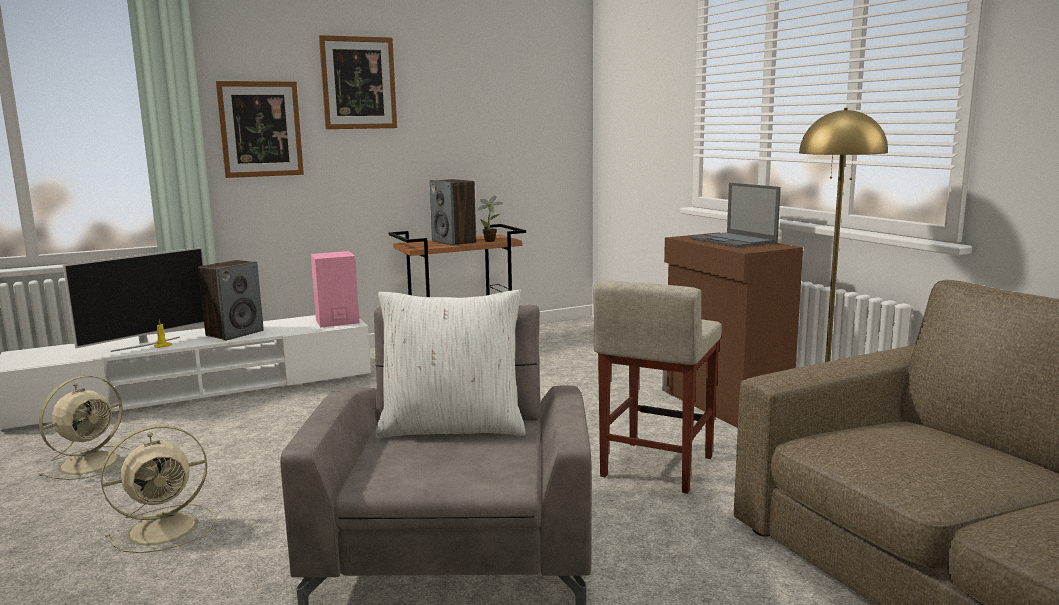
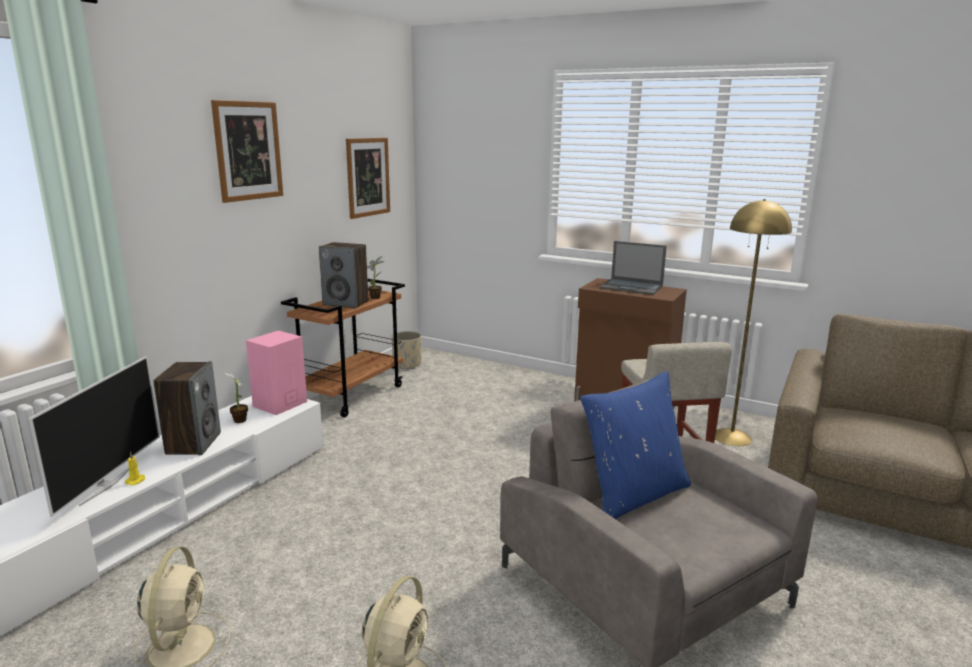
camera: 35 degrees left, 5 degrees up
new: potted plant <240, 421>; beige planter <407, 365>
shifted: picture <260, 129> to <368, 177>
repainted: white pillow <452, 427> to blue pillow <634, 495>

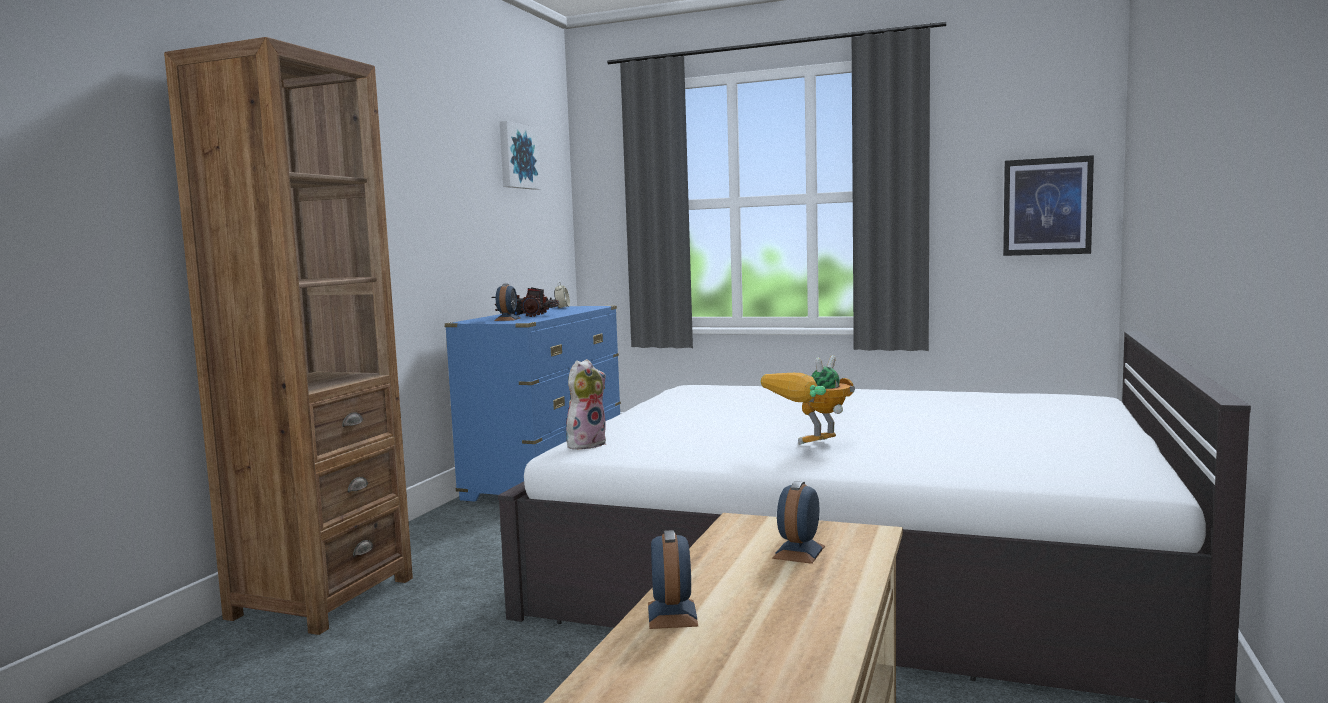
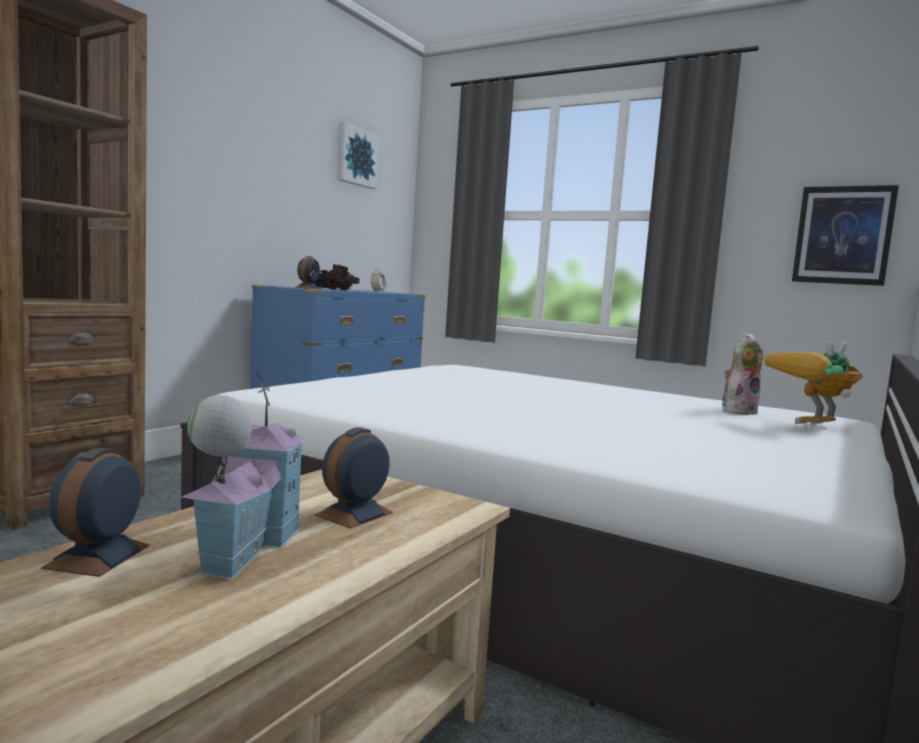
camera: 10 degrees right, 0 degrees up
new: toy house <243, 546>
shifted: plush toy <586, 444> to <738, 411>; toy robot <812, 448> to <811, 428>

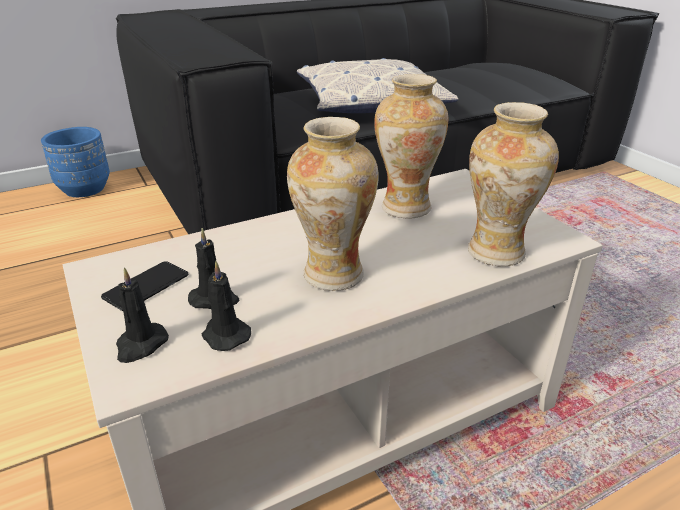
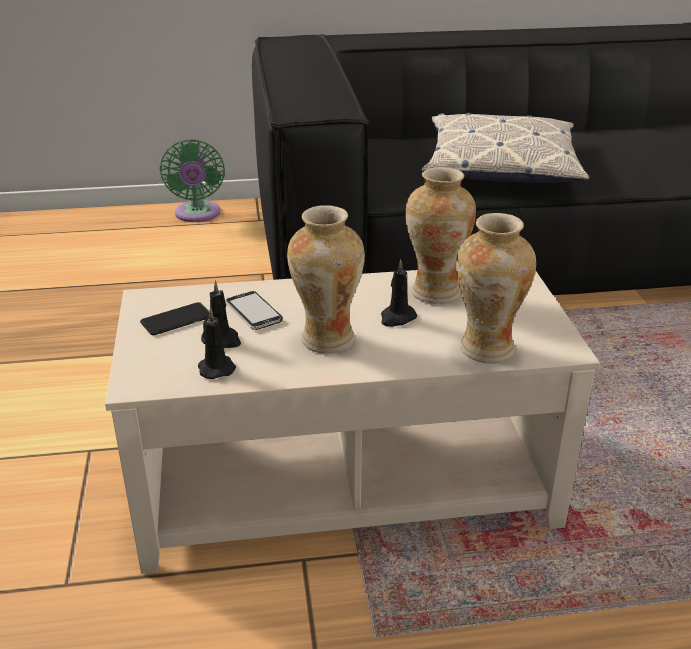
camera: 20 degrees right, 0 degrees up
new: phone <253, 312>
shifted: black candle <140, 345> to <397, 318>
swapped: blue planter <85, 189> to green fan <197, 215>

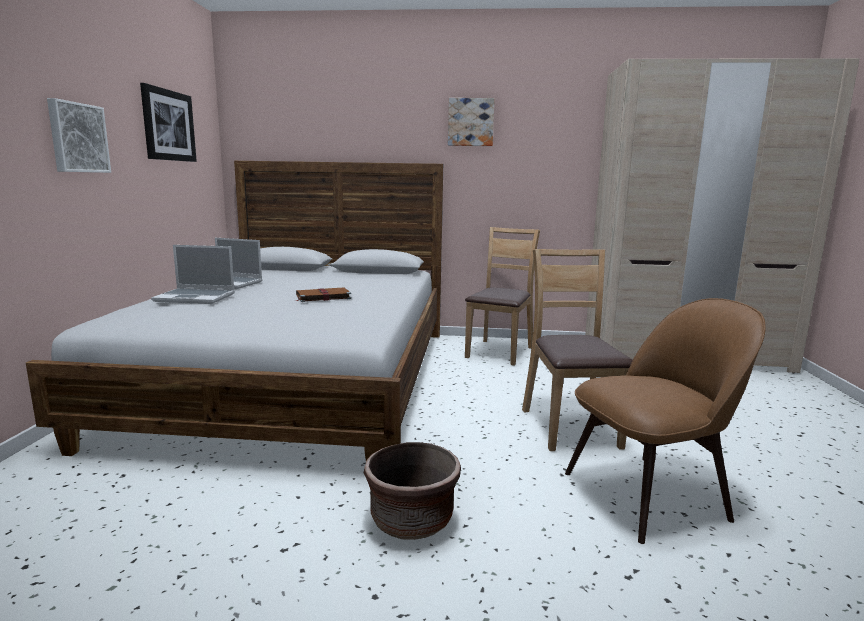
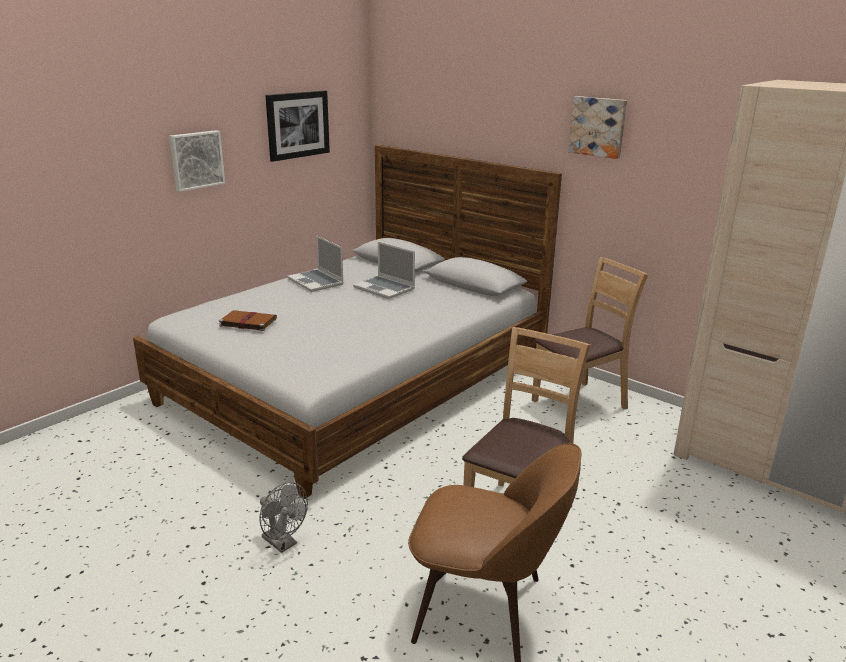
camera: 35 degrees right, 10 degrees up
shifted: laptop <196, 298> to <385, 288>; brown book <322, 297> to <247, 322>
swapped: brown planter <411, 520> to grey fan <283, 543>

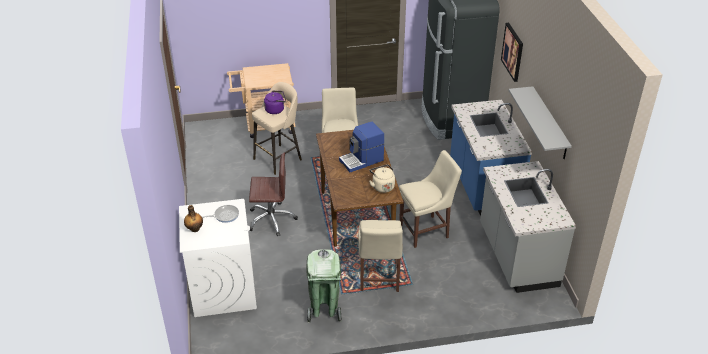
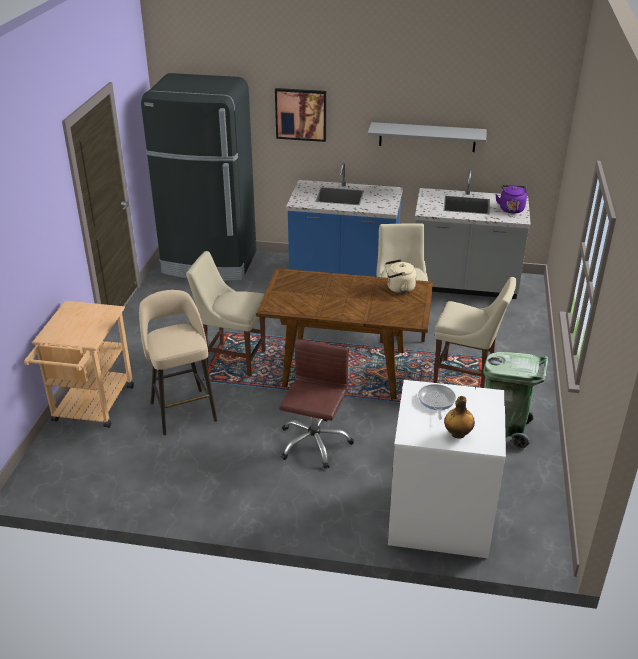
camera: 70 degrees left, 5 degrees down
gone: coffee machine <362, 160>
shifted: purple kettle <276, 110> to <511, 208>

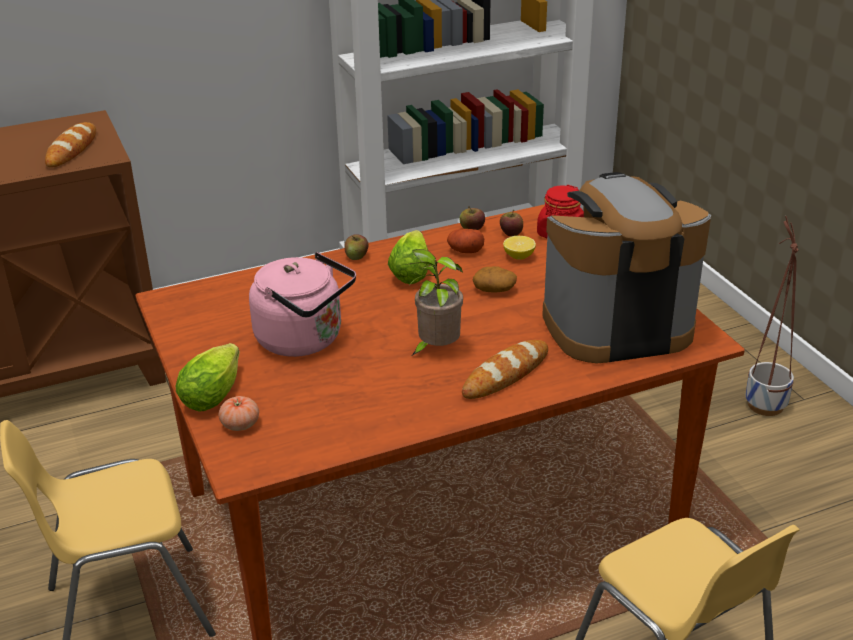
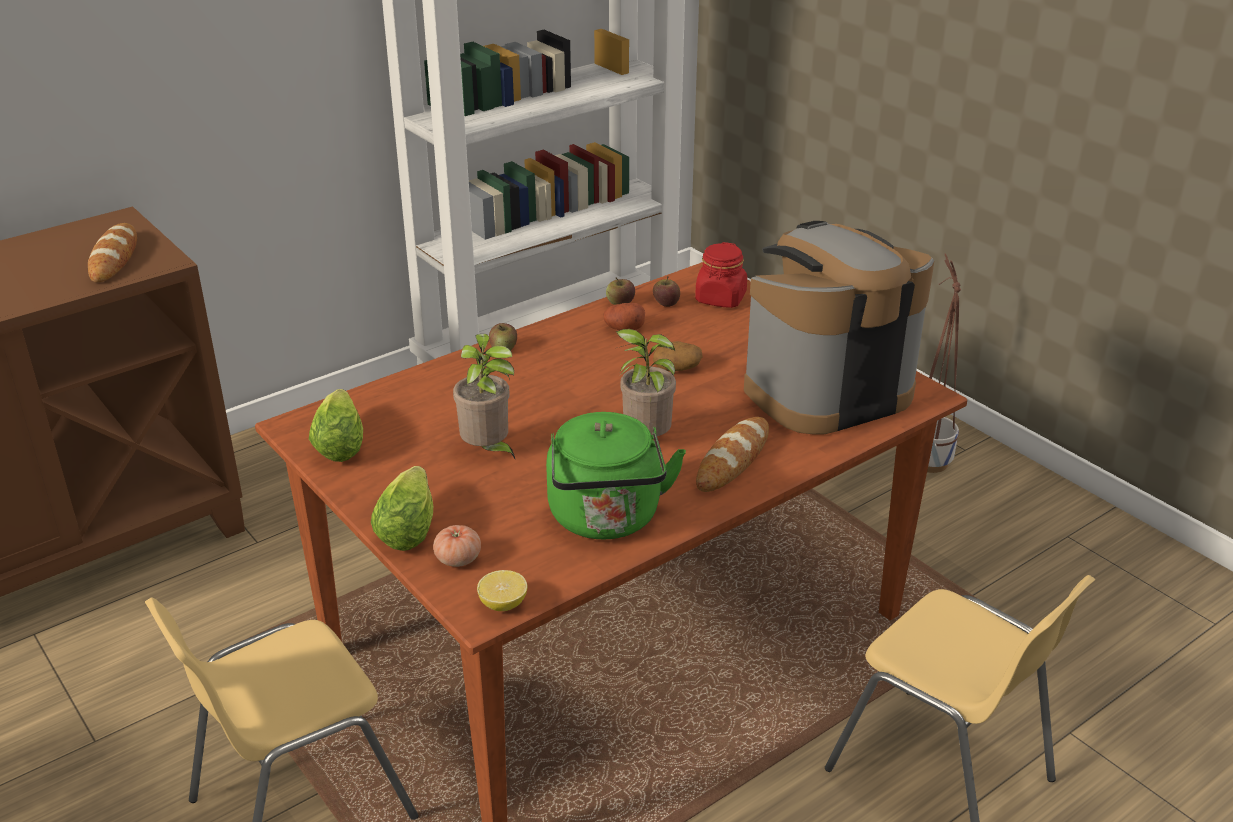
camera: 15 degrees left, 0 degrees up
new: green kettle <606, 519>
shifted: lettuce <412, 270> to <341, 441>; lemon <519, 256> to <503, 604>
swapped: pink kettle <304, 340> to potted plant <488, 451>

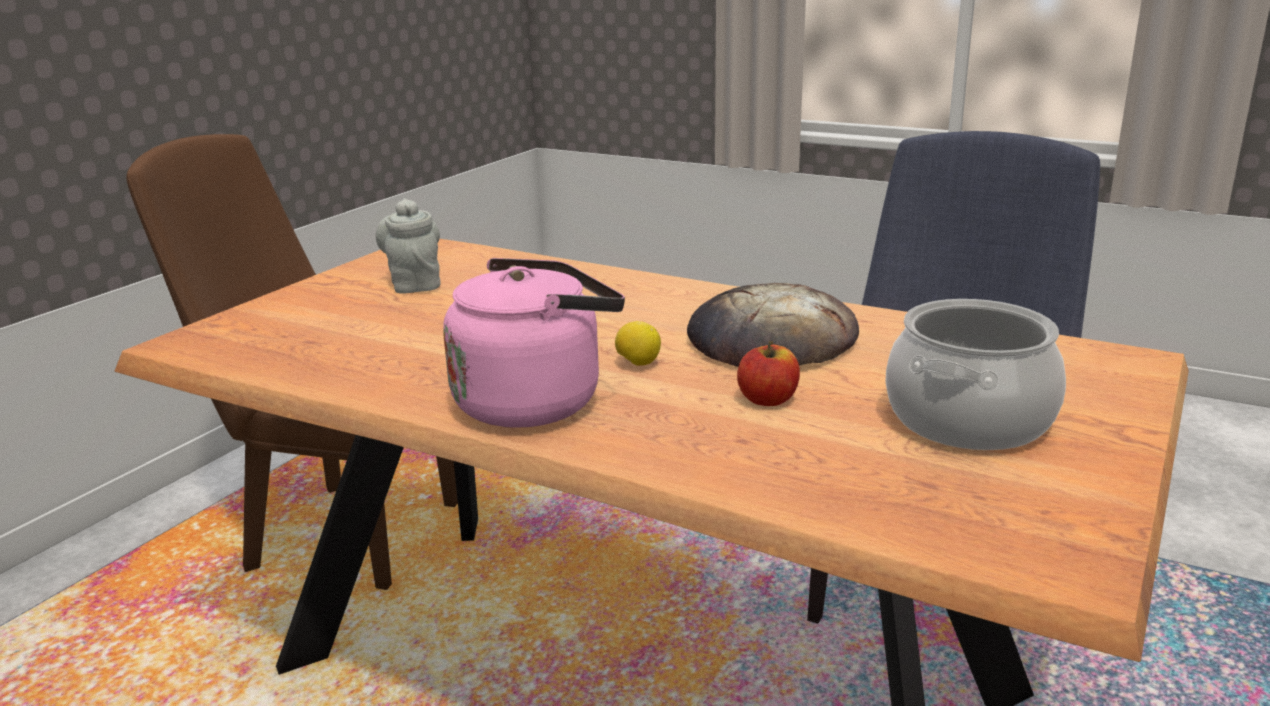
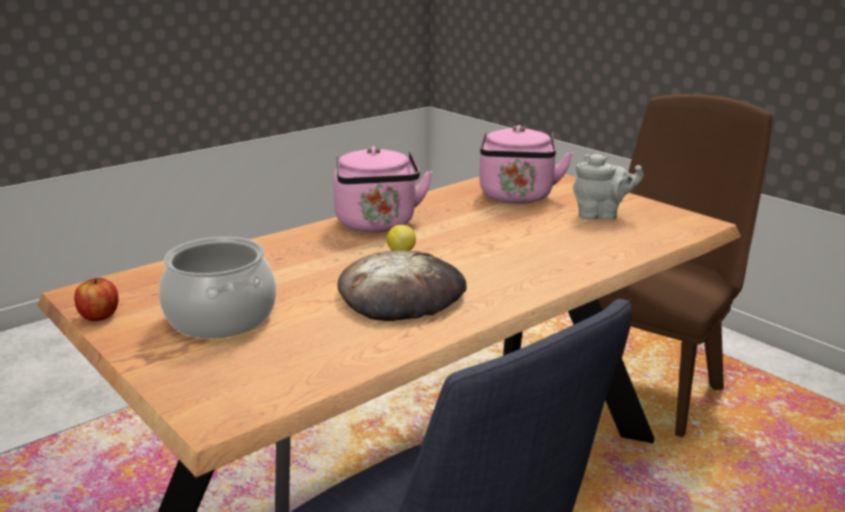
camera: 110 degrees right, 0 degrees up
new: pink kettle <517, 198>
shifted: apple <768, 400> to <99, 316>

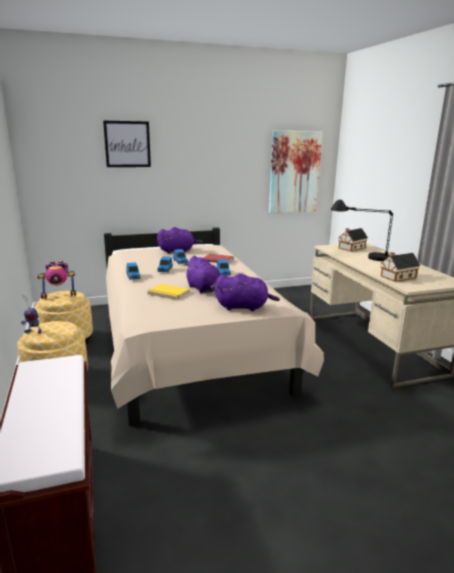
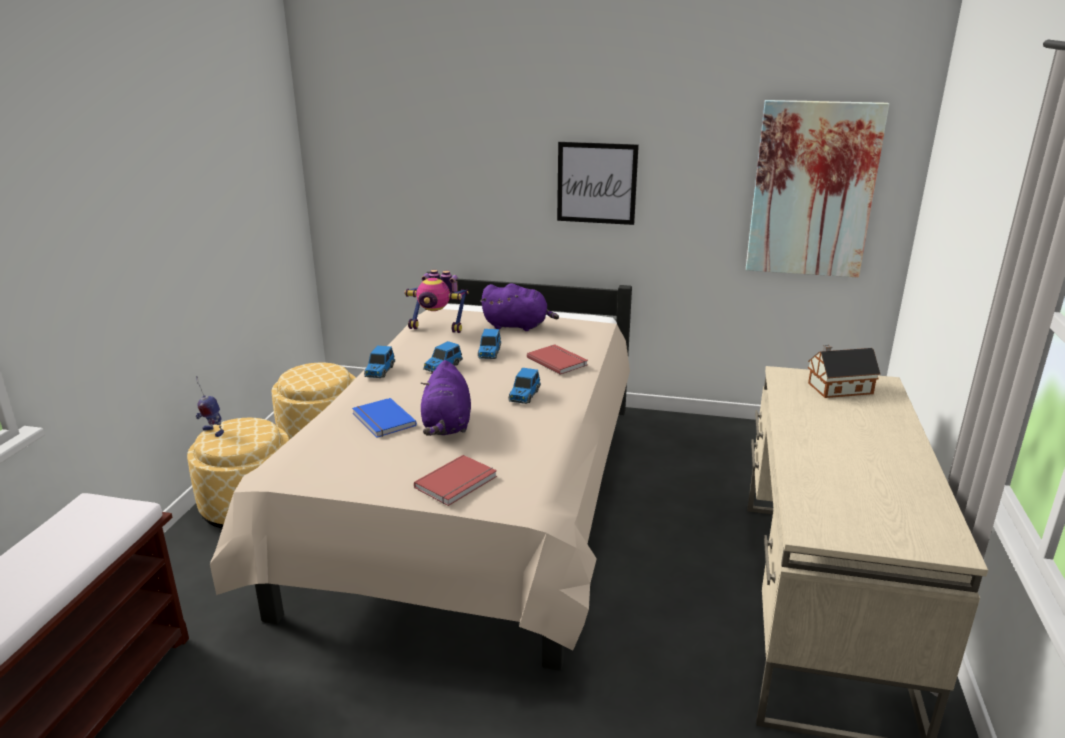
camera: 30 degrees right, 5 degrees up
gone: black table lamp <359, 256>; toy house <397, 277>
shifted: toy robot <59, 295> to <437, 327>; picture <127, 144> to <596, 183>
swapped: purple plush toy <244, 307> to red book <458, 483>
repainted: yellow book <168, 293> to blue book <382, 420>

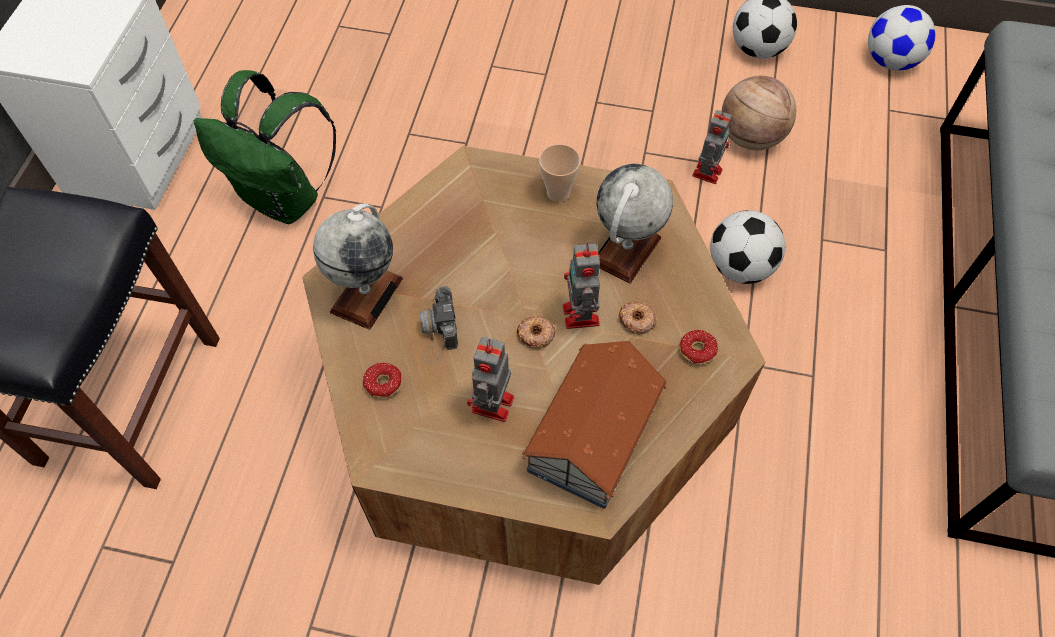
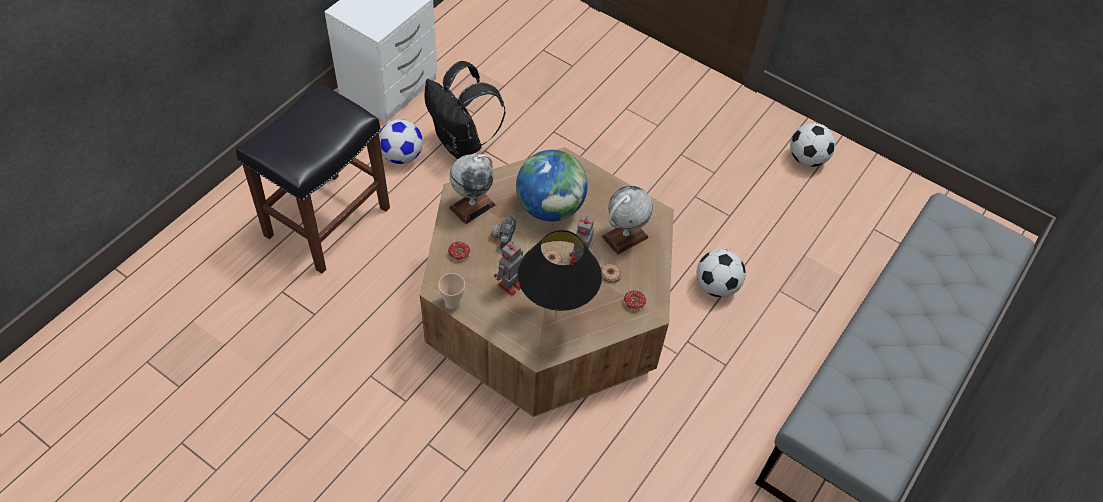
camera: 20 degrees right, 5 degrees down
gone: toy robot <707, 171>; basketball <750, 137>
new: globe <550, 207>
shifted: cup <558, 193> to <452, 303>; football <891, 61> to <402, 156>
swapped: toy house <595, 434> to black table lamp <555, 321>
repainted: green backpack <285, 199> to black backpack <462, 143>

